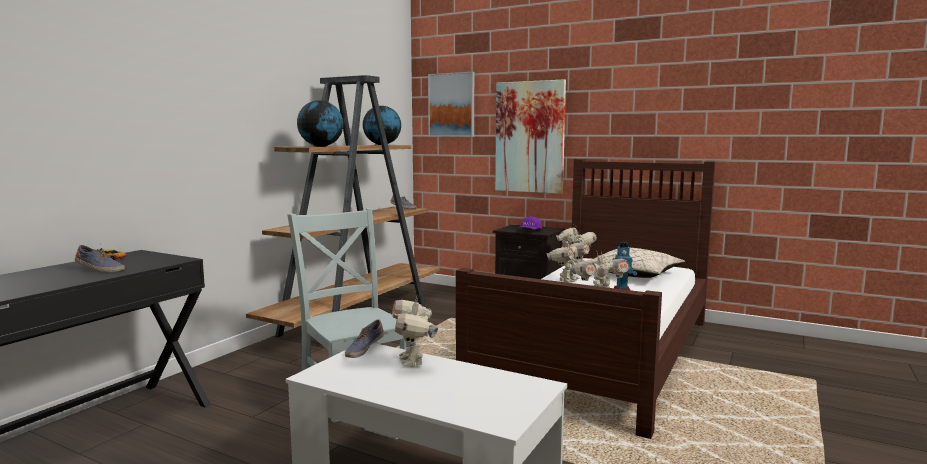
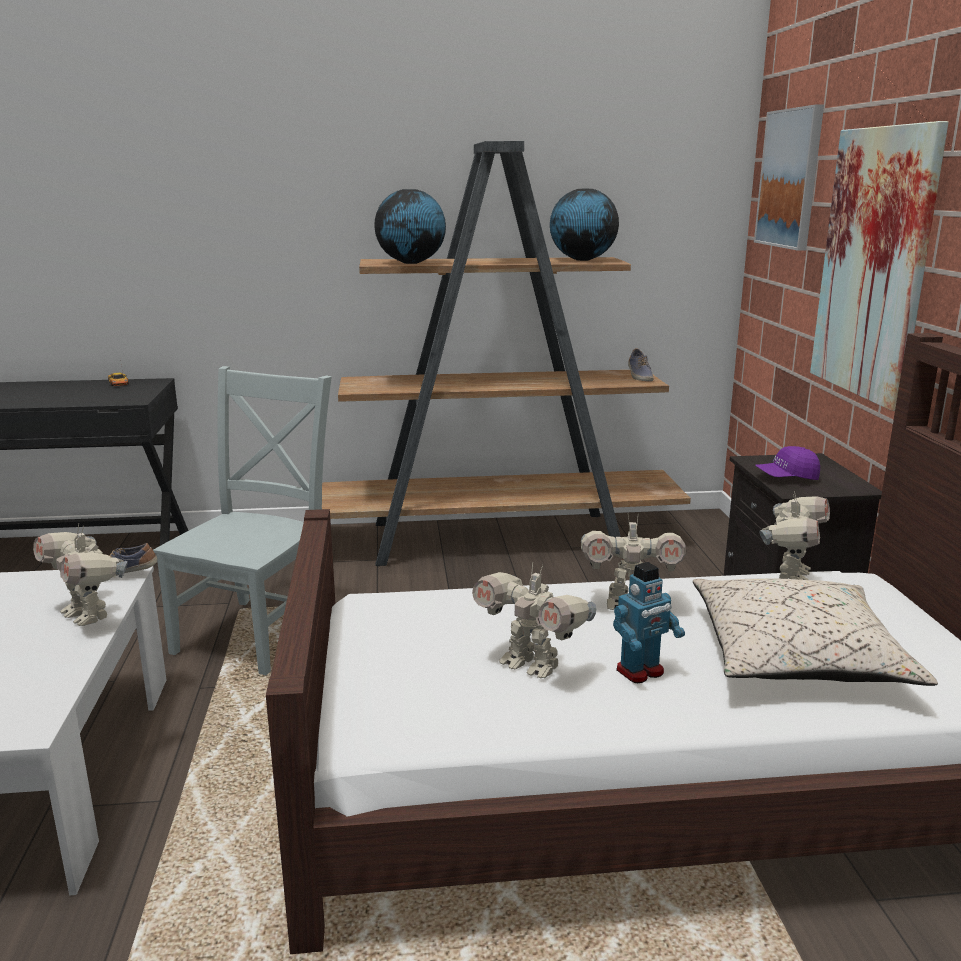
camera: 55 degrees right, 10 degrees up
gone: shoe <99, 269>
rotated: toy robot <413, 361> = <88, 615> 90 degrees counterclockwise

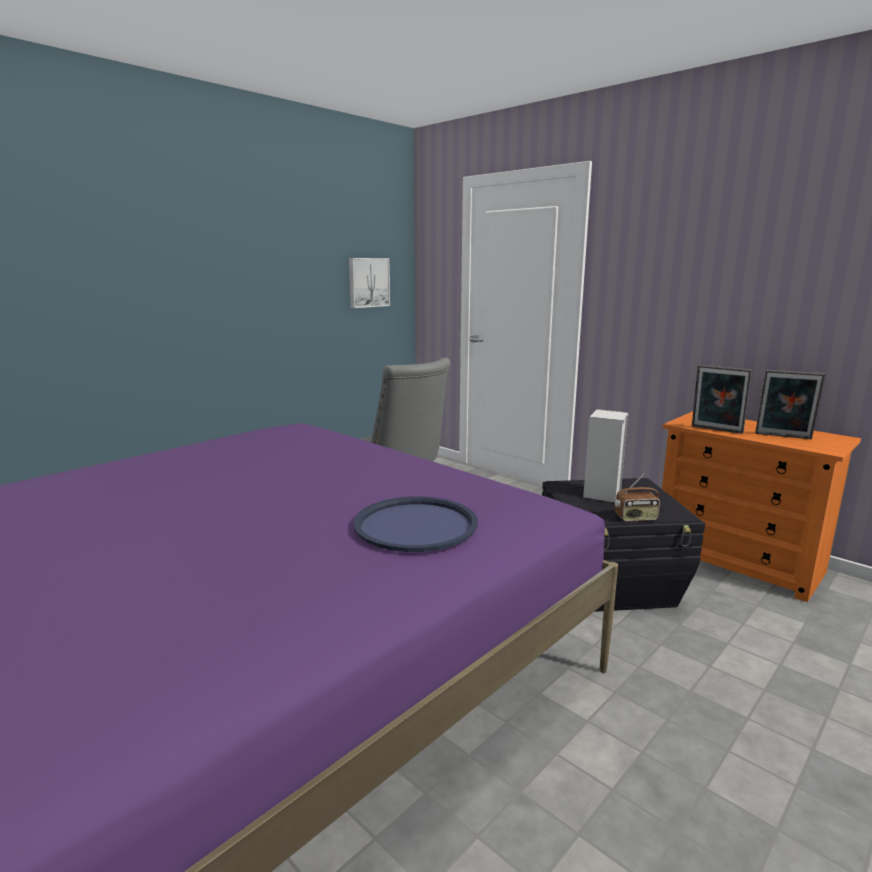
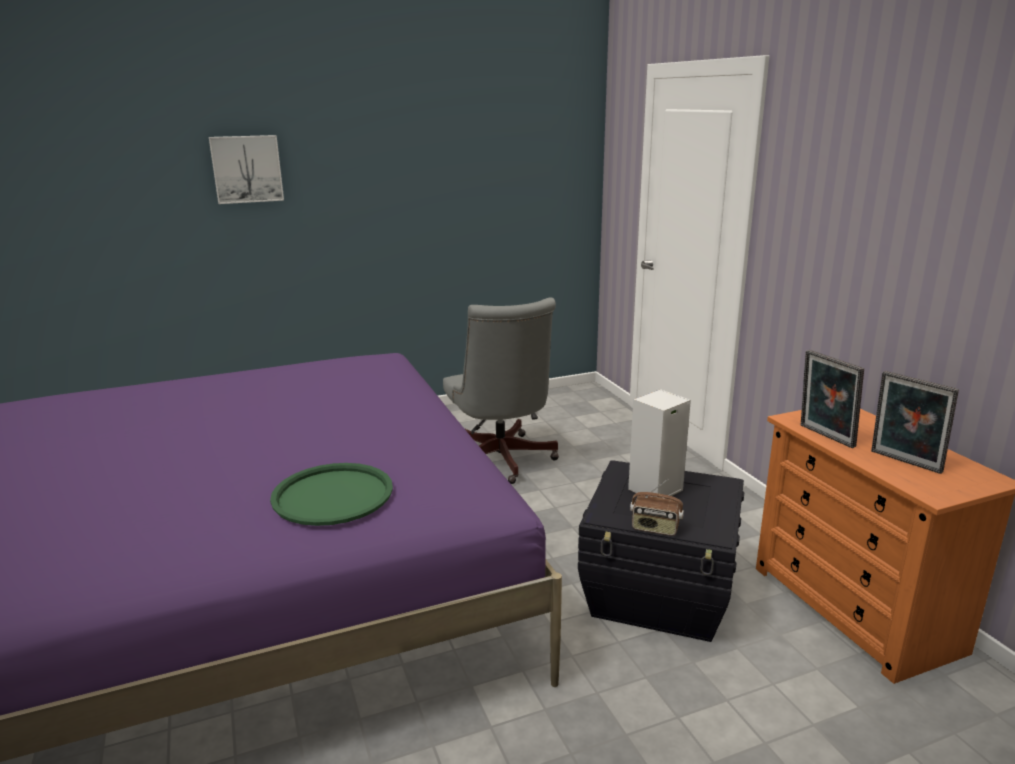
camera: 25 degrees right, 5 degrees up
shifted: picture <368, 282> to <247, 169>
repainted: blue tray <415, 525> to green tray <332, 495>

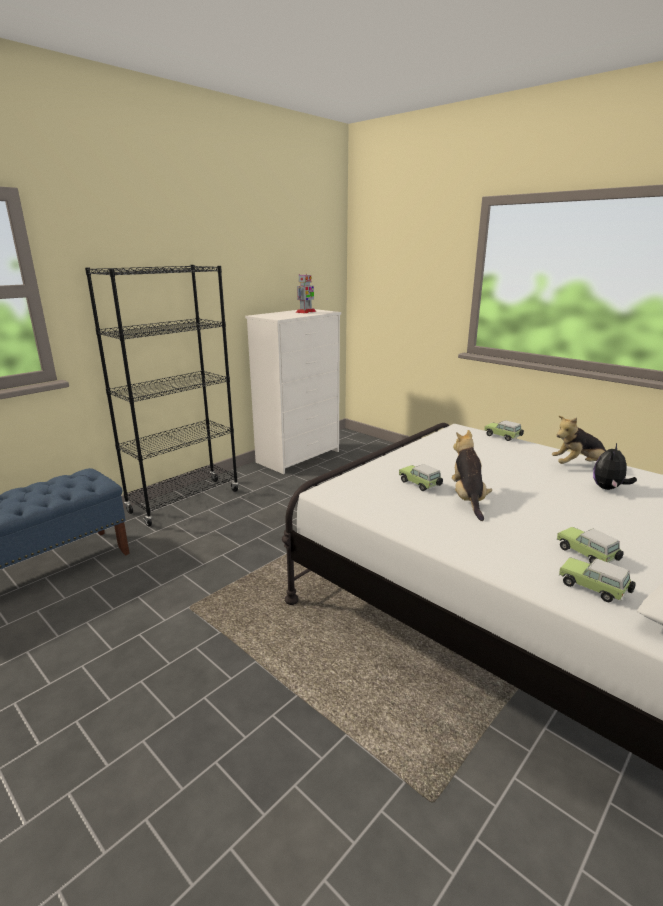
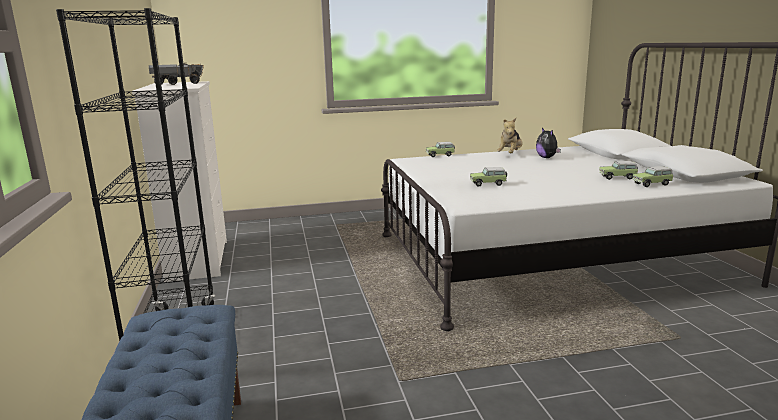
camera: 55 degrees left, 5 degrees down
gone: plush toy <467, 499>
swapped: toy robot <305, 312> to toy truck <177, 84>

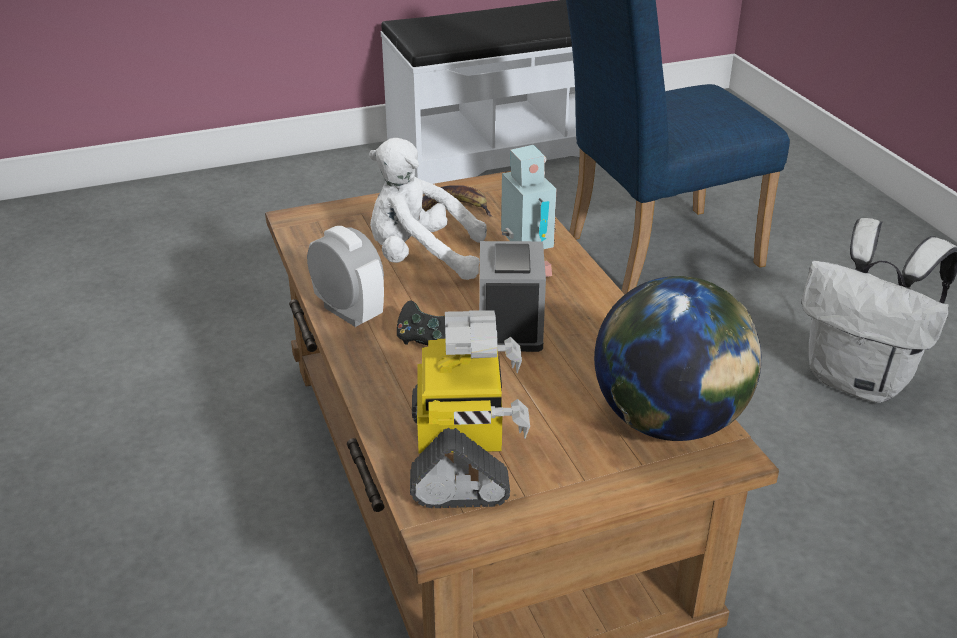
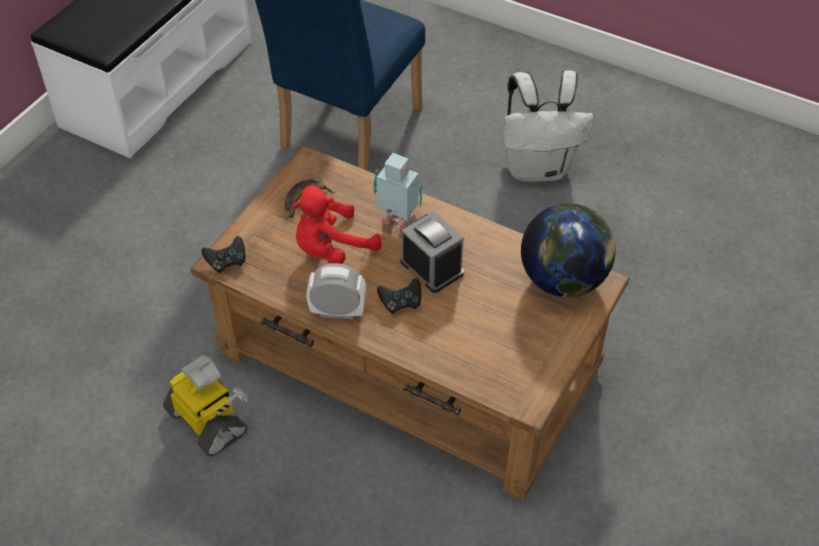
camera: 40 degrees left, 15 degrees up
new: black game controller <226, 262>
shifted: toy robot <462, 457> to <208, 421>
repainted: white plush toy <421, 259> to red plush toy <332, 249>

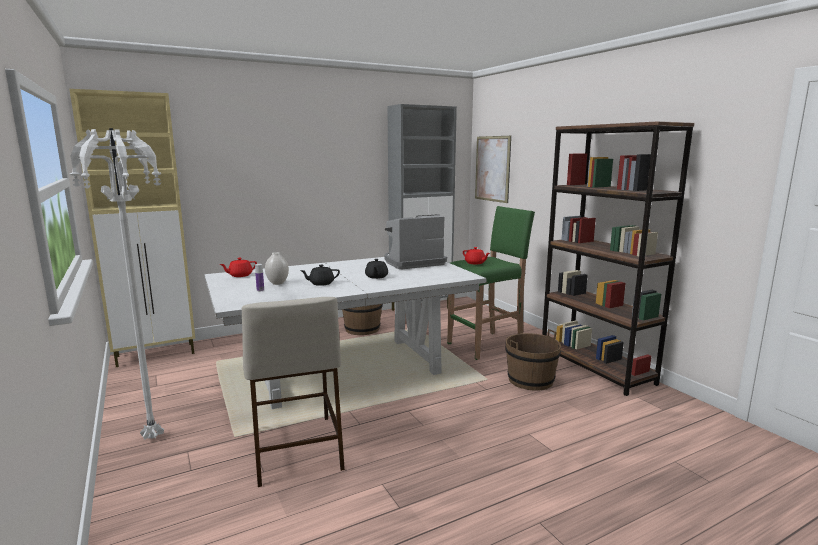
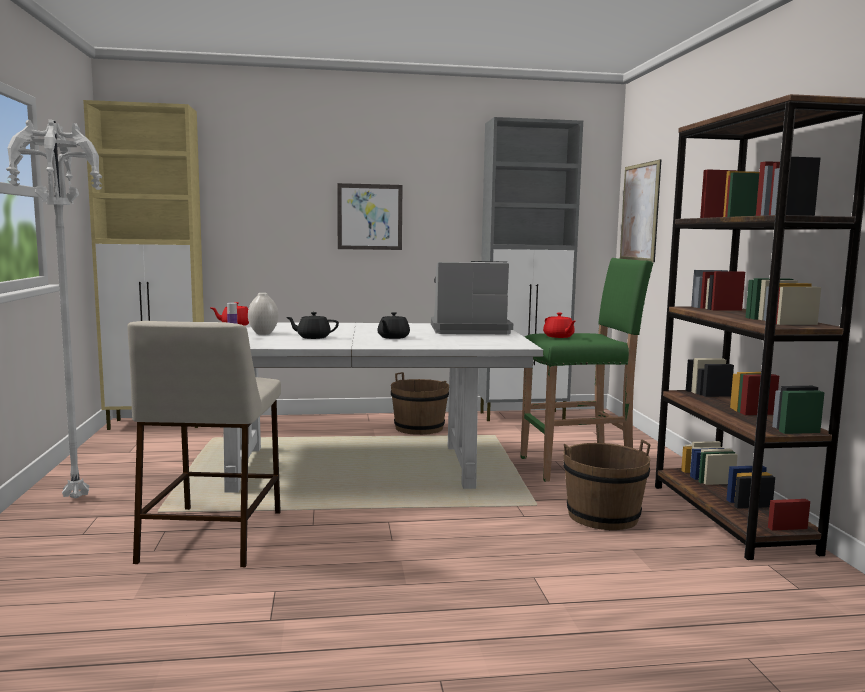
camera: 20 degrees right, 5 degrees down
new: picture <369, 217>

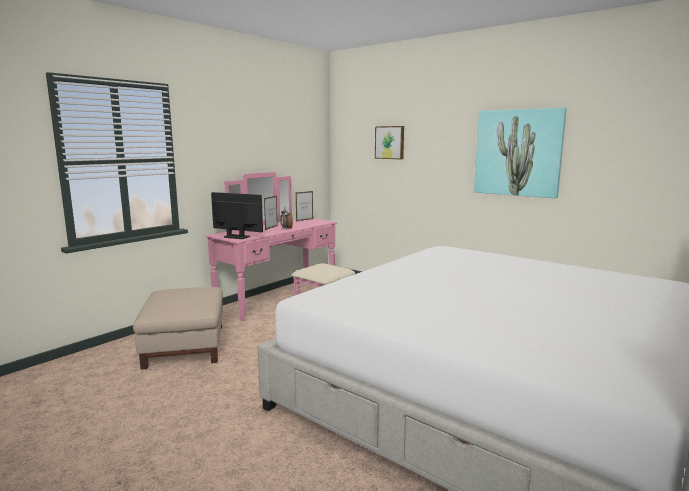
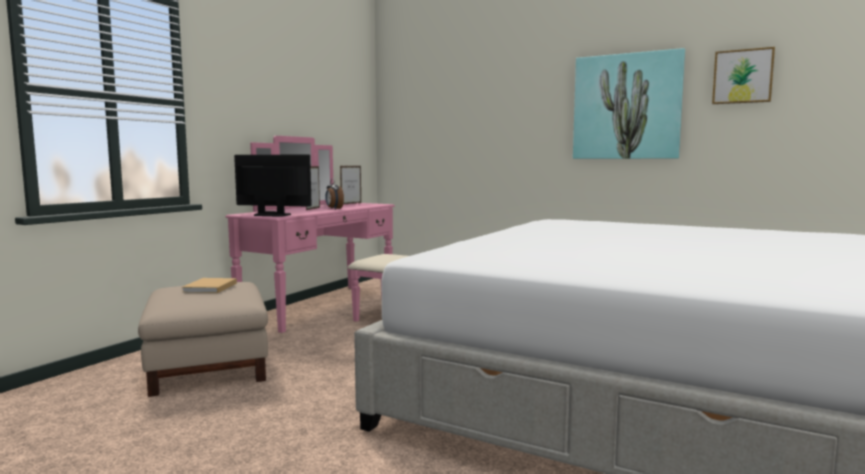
camera: 10 degrees left, 5 degrees down
new: beige book <209, 288>
shifted: picture <390, 142> to <742, 76>

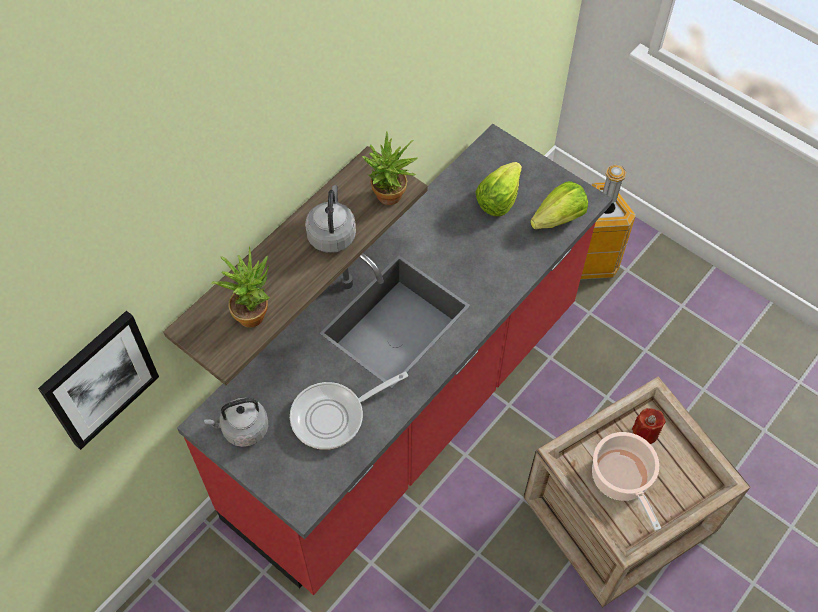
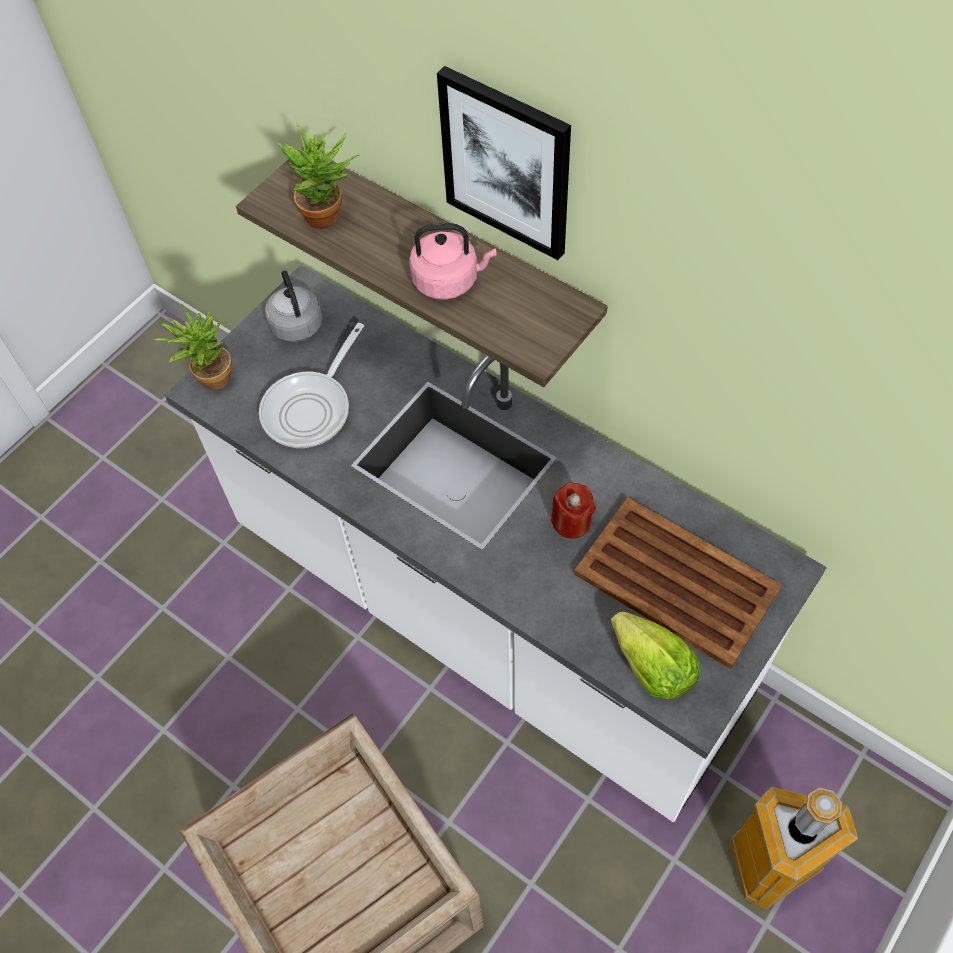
camera: 90 degrees right, 0 degrees up
gone: cooking pot <621, 480>
shifted: picture <99, 379> to <507, 163>; potted plant <389, 200> to <209, 379>; red candle <645, 432> to <571, 522>
swapped: lettuce <498, 199> to brown tray <675, 580>
repainted: red counter <408, 412> to white counter <485, 614>; grey kettle <331, 234> to pink kettle <449, 280>
rotated: frying pan <334, 416> = <311, 408> 120 degrees counterclockwise

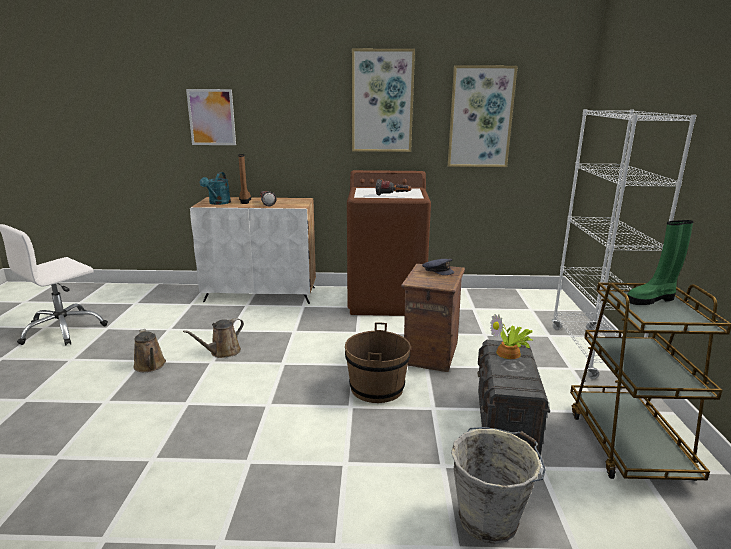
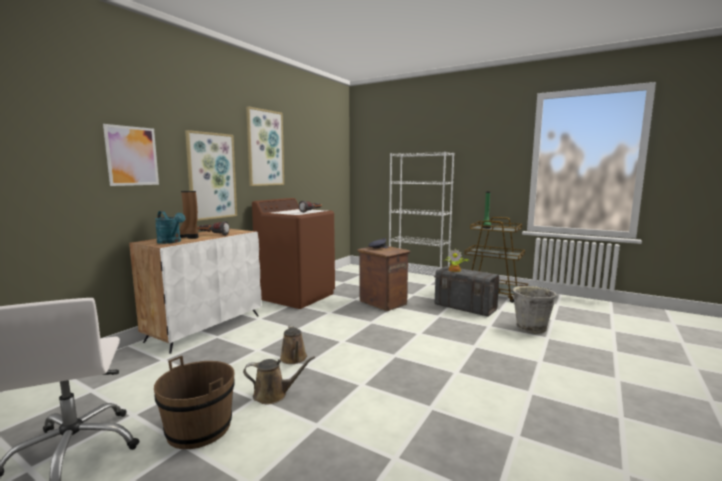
camera: 60 degrees left, 10 degrees down
shifted: brown bucket <377, 388> to <199, 428>; picture <480, 117> to <211, 176>

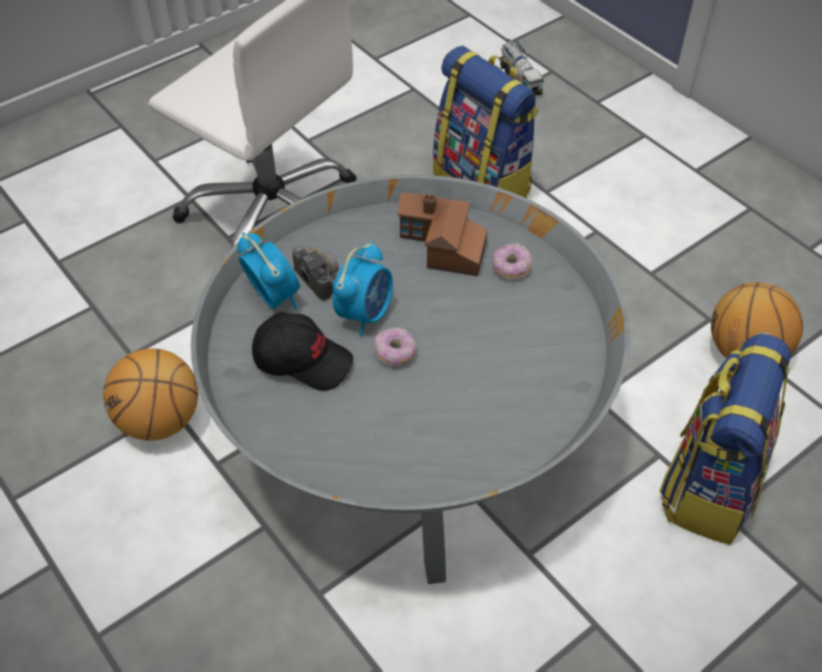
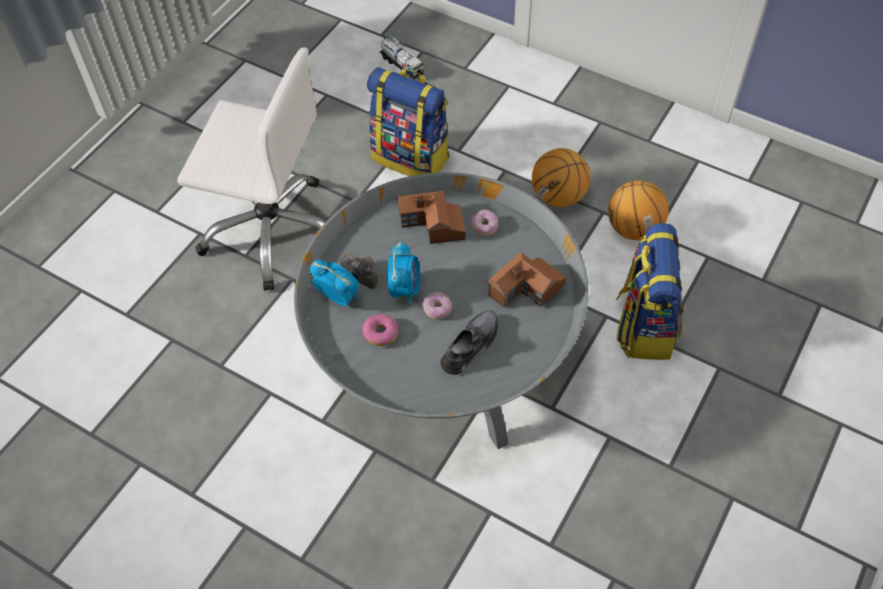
camera: 20 degrees left, 5 degrees up
new: grey shoe <471, 345>; toy house <526, 289>
shifted: basketball <160, 421> to <558, 196>
swapped: black cap <303, 360> to donut <380, 333>

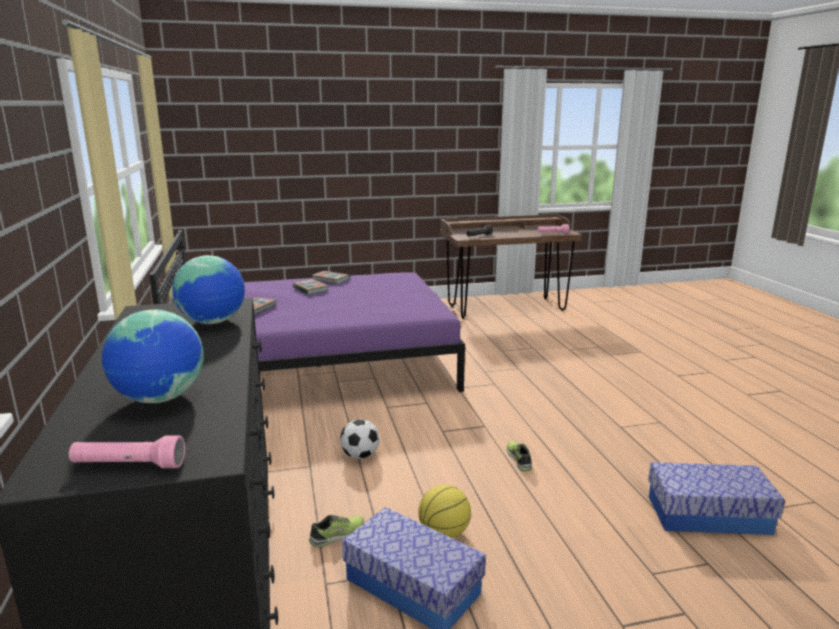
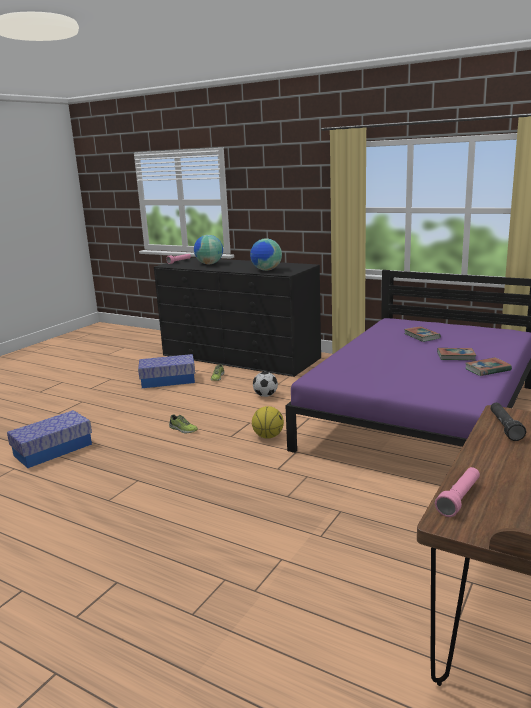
camera: 135 degrees right, 0 degrees up
shifted: basketball <443, 533> to <268, 436>

